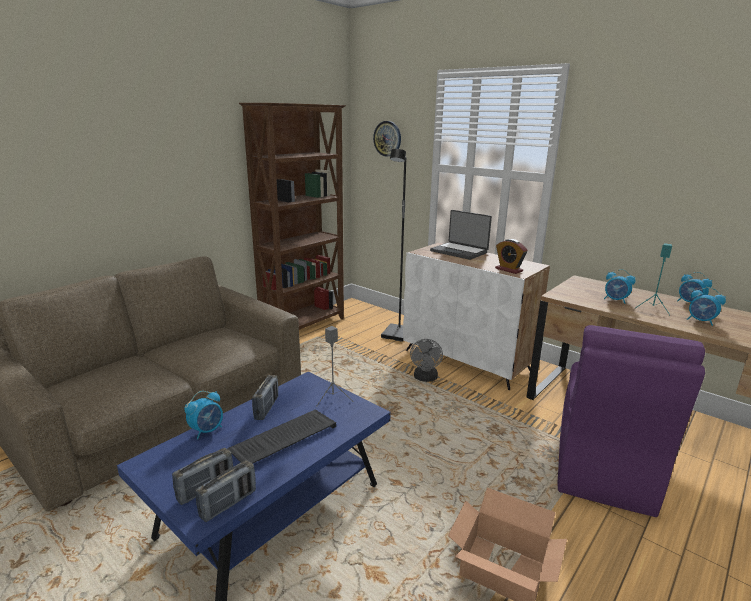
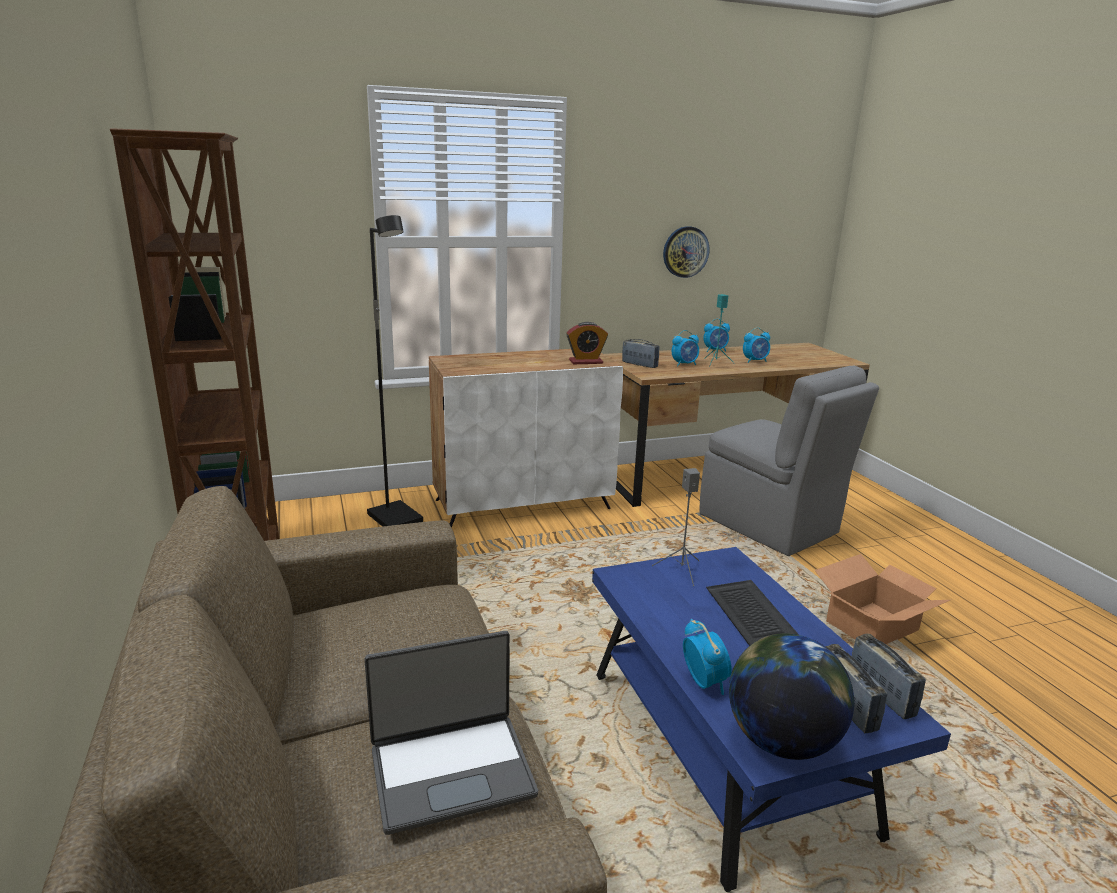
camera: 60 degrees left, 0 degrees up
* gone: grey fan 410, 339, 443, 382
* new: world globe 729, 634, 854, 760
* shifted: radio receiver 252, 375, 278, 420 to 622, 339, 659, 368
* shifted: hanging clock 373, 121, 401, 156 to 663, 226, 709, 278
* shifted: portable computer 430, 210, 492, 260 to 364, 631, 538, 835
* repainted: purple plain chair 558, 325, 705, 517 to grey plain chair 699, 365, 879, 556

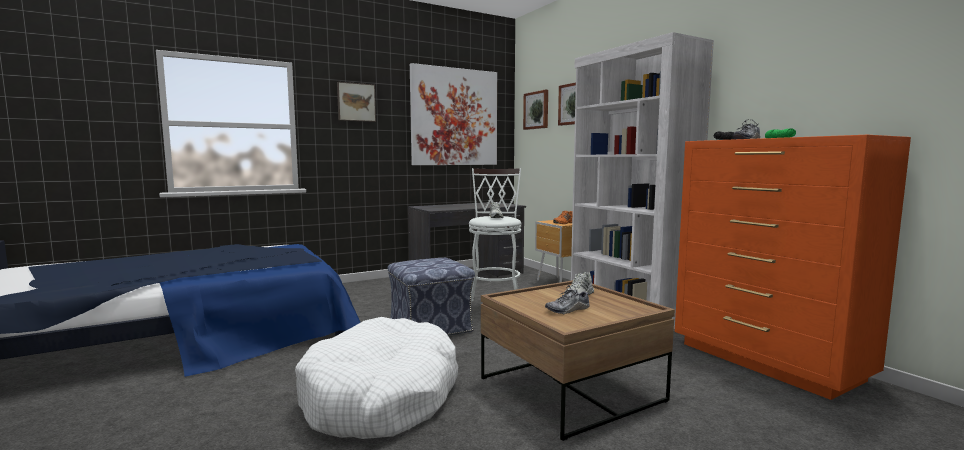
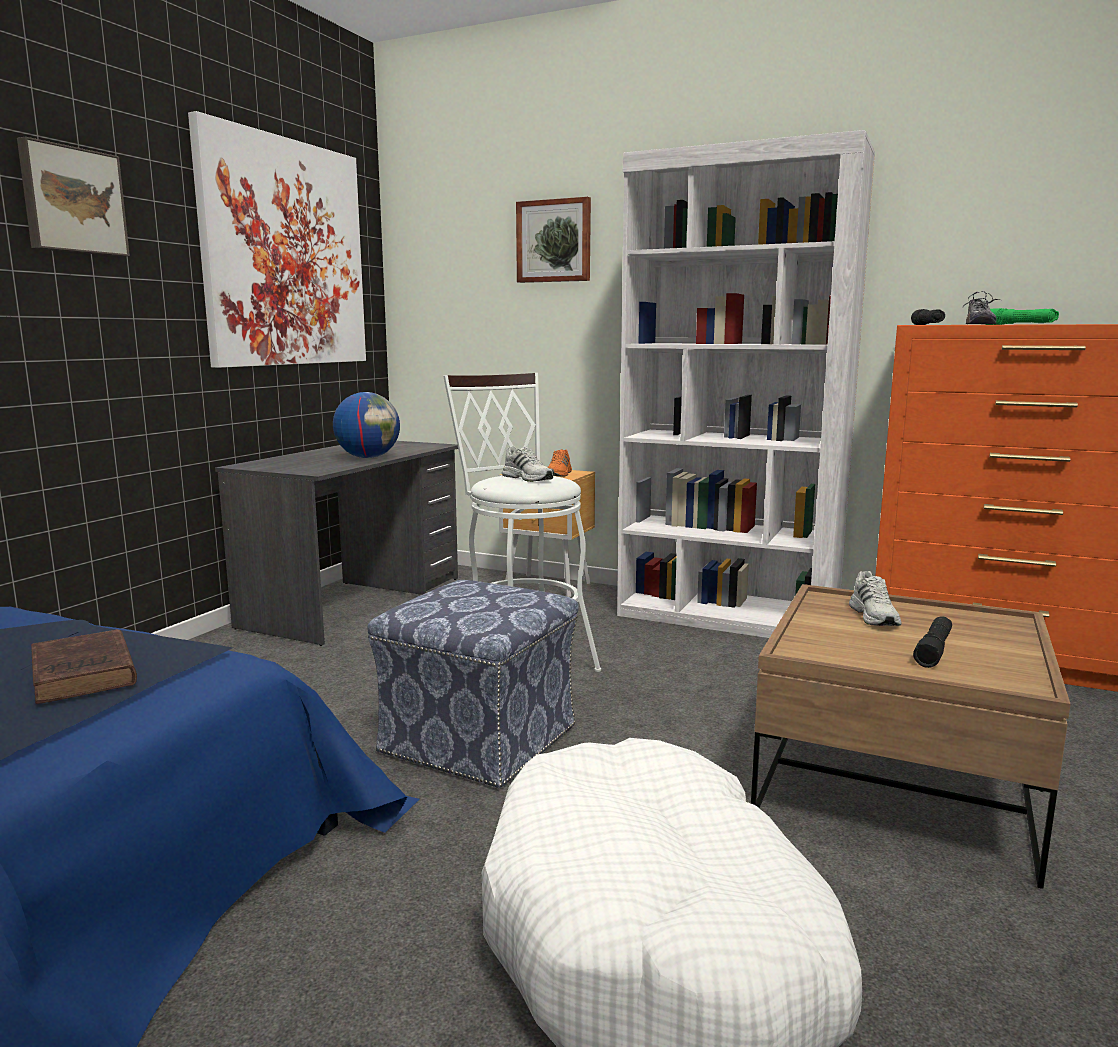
camera: 35 degrees left, 5 degrees up
* gone: wall picture 523, 89, 548, 130
* new: brown bound book 31, 629, 137, 704
* new: world globe 333, 392, 400, 458
* swapped: shoe 545, 285, 590, 315 to blackish torch 913, 616, 952, 668

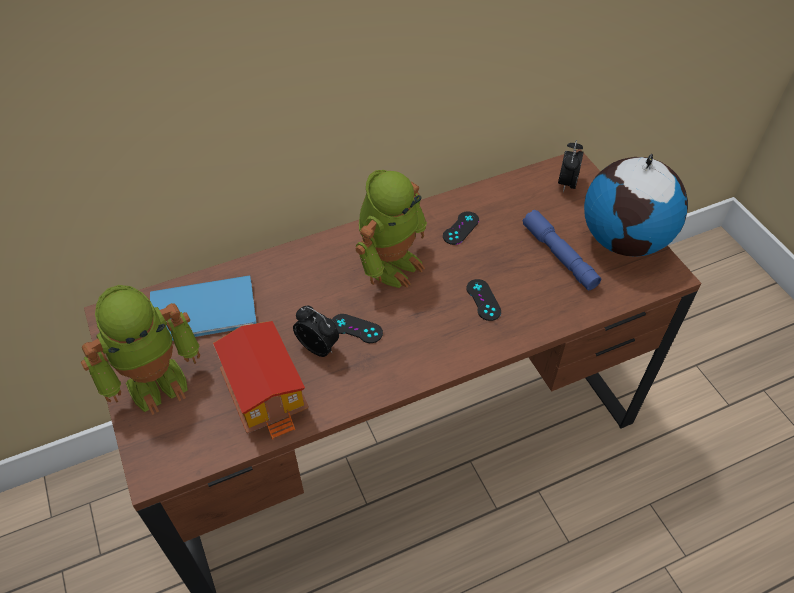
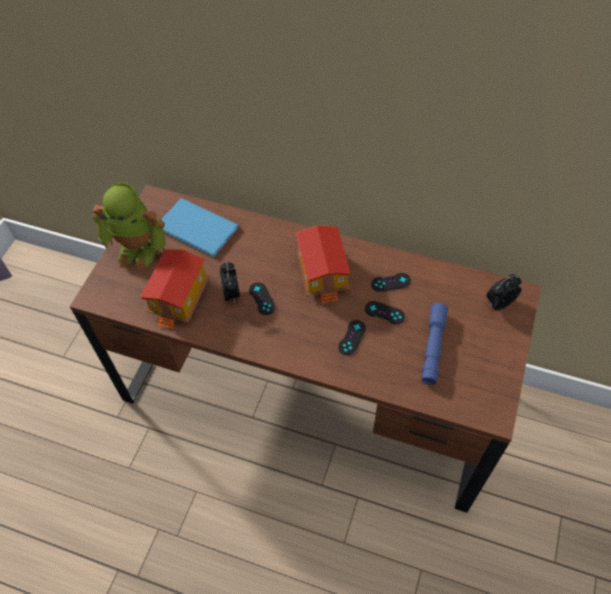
camera: 45 degrees right, 5 degrees up
* gone: world globe 584, 154, 688, 257
* new: blackish gamepad 365, 301, 405, 324
* swapped: robot figure 356, 170, 427, 288 to toy house 296, 225, 351, 304

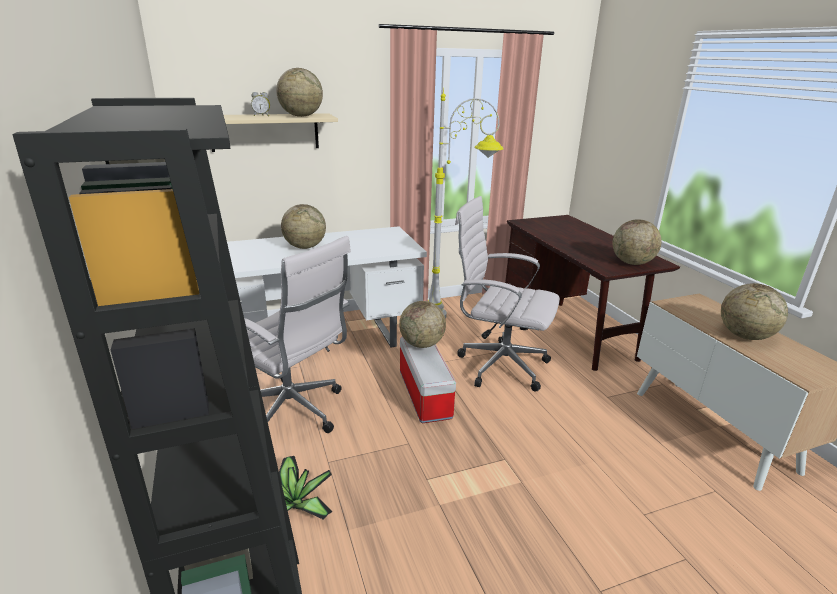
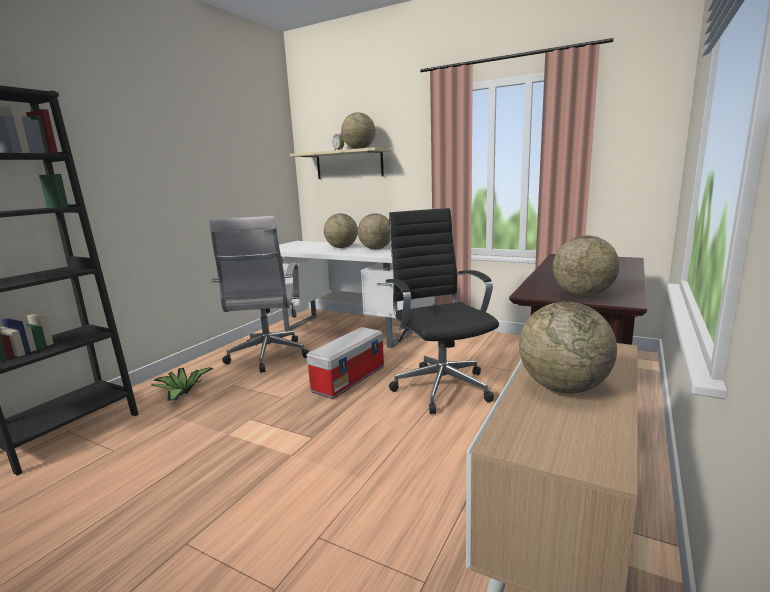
camera: 50 degrees right, 10 degrees down
* gone: grey standing lamp 428, 88, 504, 318
* shifted: world globe 399, 301, 446, 348 to 358, 213, 390, 249
* repainted: white-coloured office chair 455, 196, 560, 392 to blackish office chair 386, 208, 499, 414

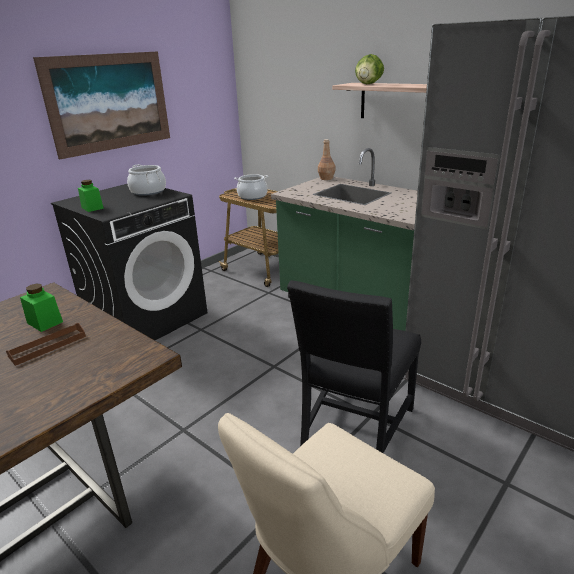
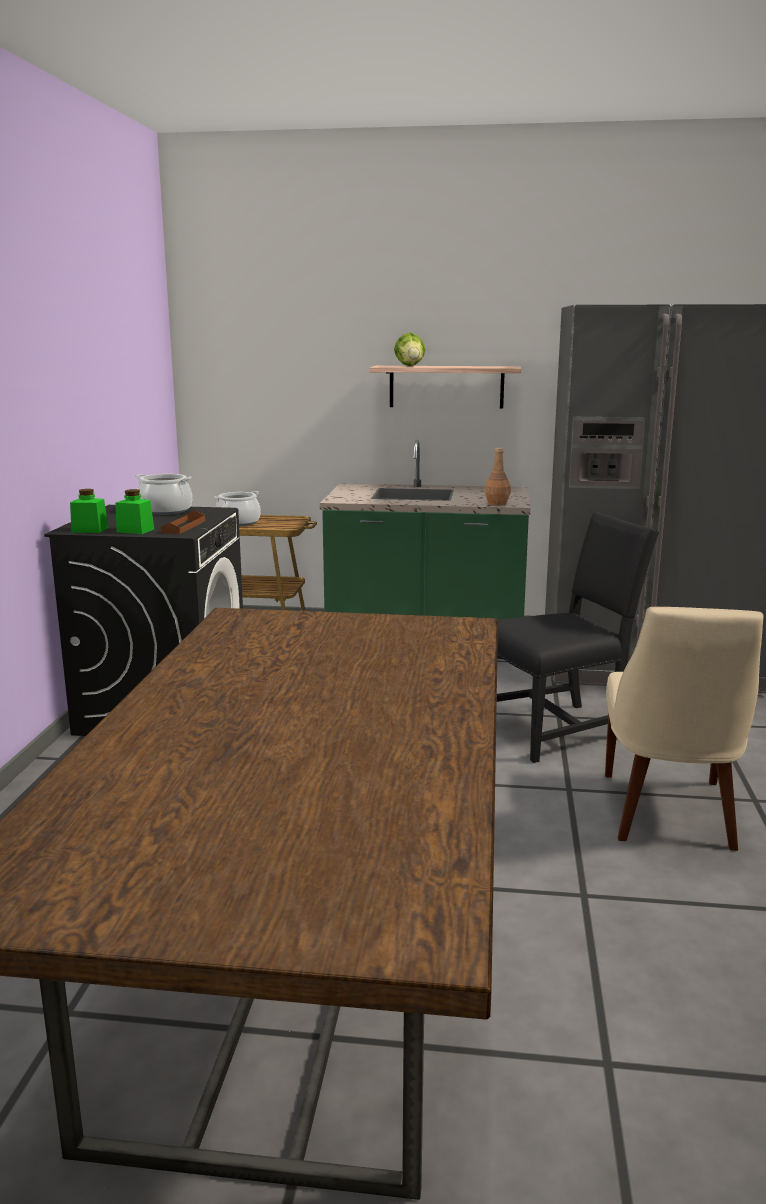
camera: 35 degrees left, 10 degrees down
* gone: wall picture 33, 51, 170, 159
* shifted: brown tray 6, 323, 86, 366 to 161, 510, 205, 534
* shifted: greenish storage jar 20, 284, 63, 332 to 70, 489, 108, 533
* shifted: brown beverage bottle 318, 139, 336, 180 to 484, 448, 511, 506
* rotated: blackish plain chair 287, 280, 421, 453 = 497, 511, 659, 763 105 degrees counterclockwise

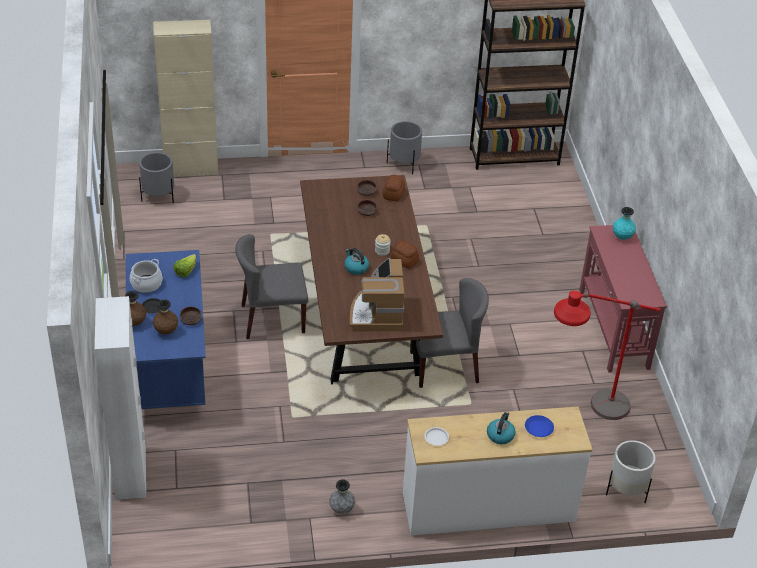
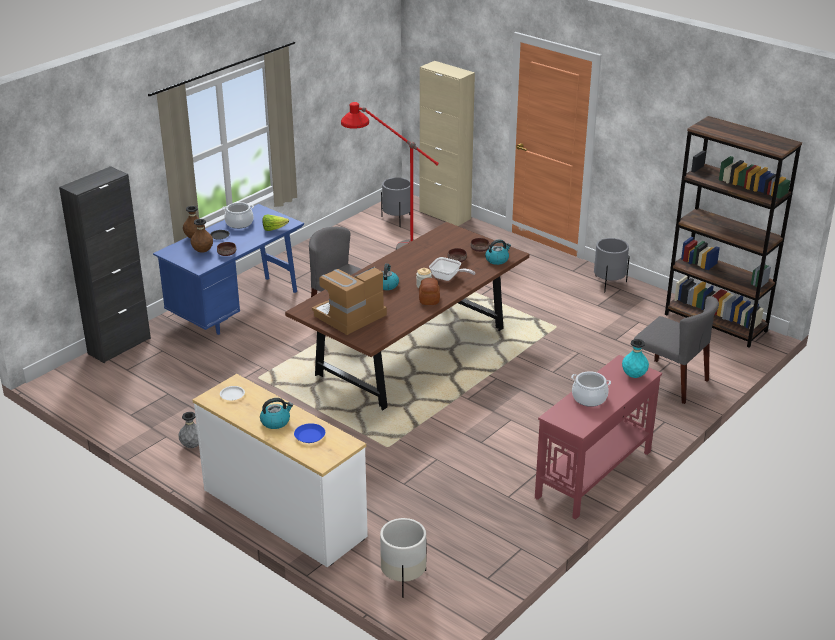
camera: 50 degrees right, 10 degrees down
* new: frying pan 429, 257, 475, 281
* new: stockpot 571, 371, 611, 407
* shifted: grey plain chair 410, 278, 489, 388 to 634, 296, 719, 404
* shifted: red-coloured standing lamp 554, 290, 660, 420 to 341, 102, 439, 250
* swapped: baked bread 383, 175, 405, 201 to kettle 485, 239, 511, 265
* repainted: white-coloured cabinet 95, 296, 146, 500 to blackish cabinet 59, 166, 151, 363

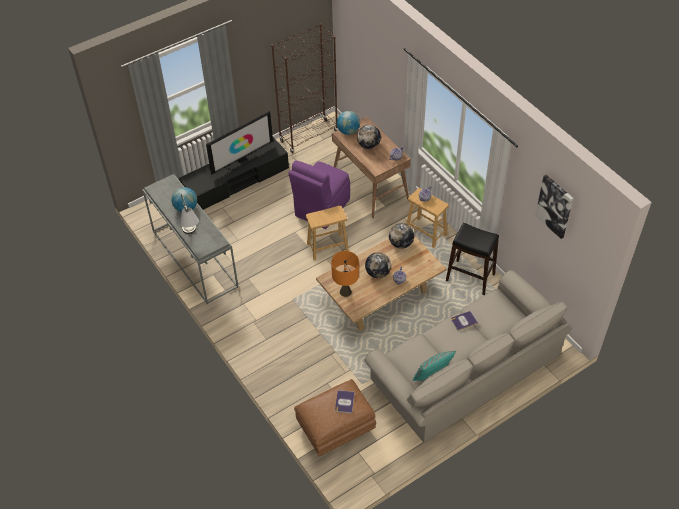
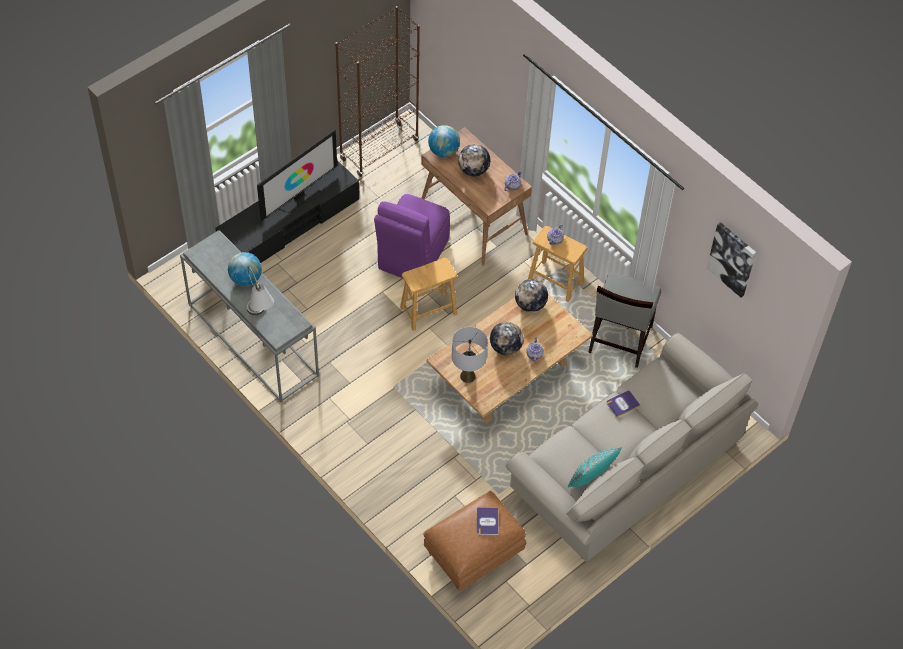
camera: 10 degrees left, 5 degrees up
* swapped: blackish stool seat 446, 223, 499, 295 to grey plain chair 588, 272, 661, 368
* repainted: orange tabletop lamp 331, 251, 359, 297 to grey tabletop lamp 452, 327, 488, 383

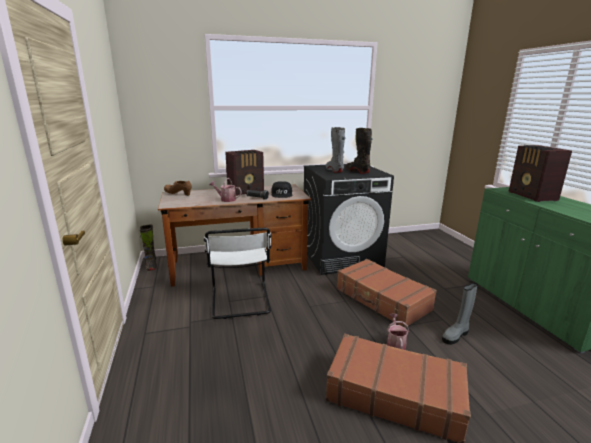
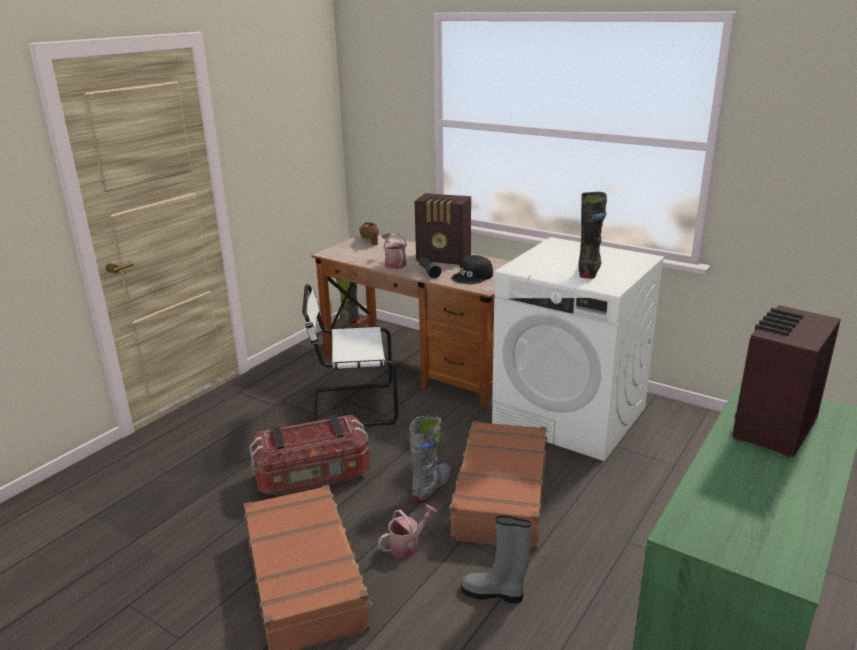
camera: 50 degrees right, 5 degrees up
* new: storage bin 249, 415, 370, 495
* shifted: grey tall boot 326, 127, 346, 173 to 409, 416, 451, 503
* repainted: blackish washing machine 304, 164, 394, 275 to white-coloured washing machine 492, 237, 665, 461
* rotated: white-coloured plain chair 204, 228, 272, 319 = 302, 284, 398, 426 45 degrees clockwise

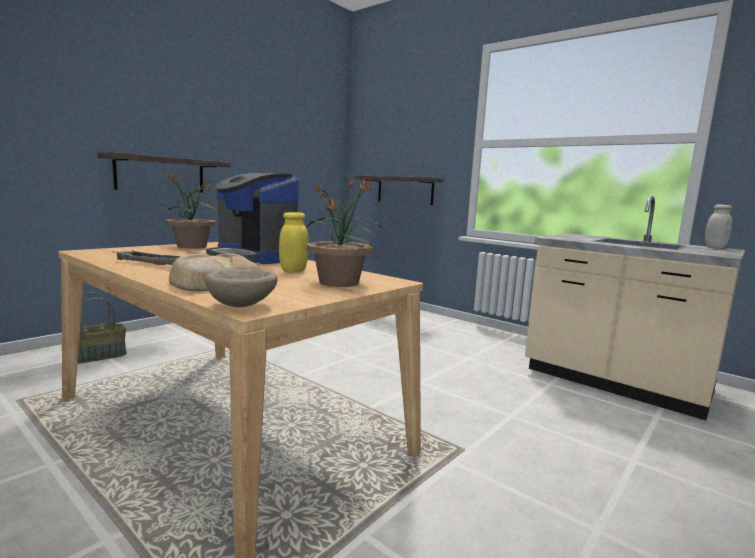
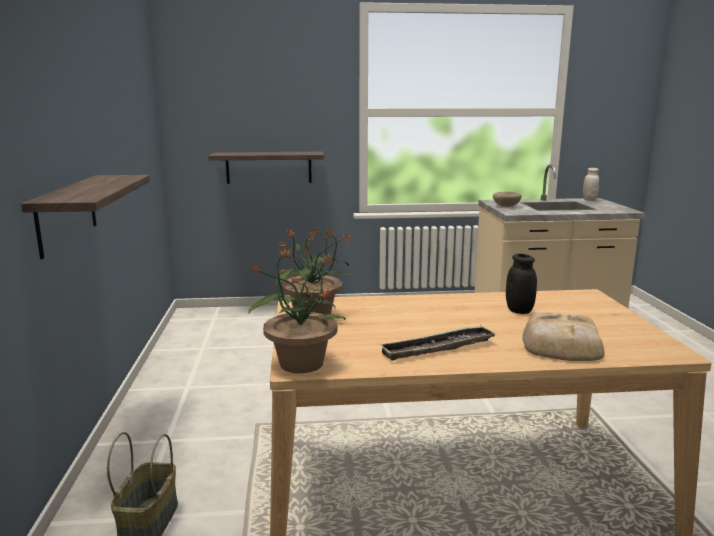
camera: 45 degrees left, 5 degrees up
* gone: coffee machine 206, 173, 299, 264
* shifted: beige-coloured deep dish 205, 269, 278, 307 to 493, 191, 522, 207
* shifted: plant in a pot 307, 179, 382, 287 to 248, 246, 346, 373
* repainted: yellow storage jar 279, 212, 309, 273 to blackish storage jar 506, 254, 537, 314

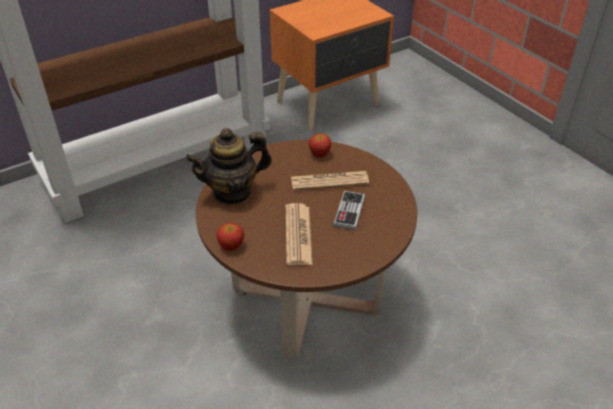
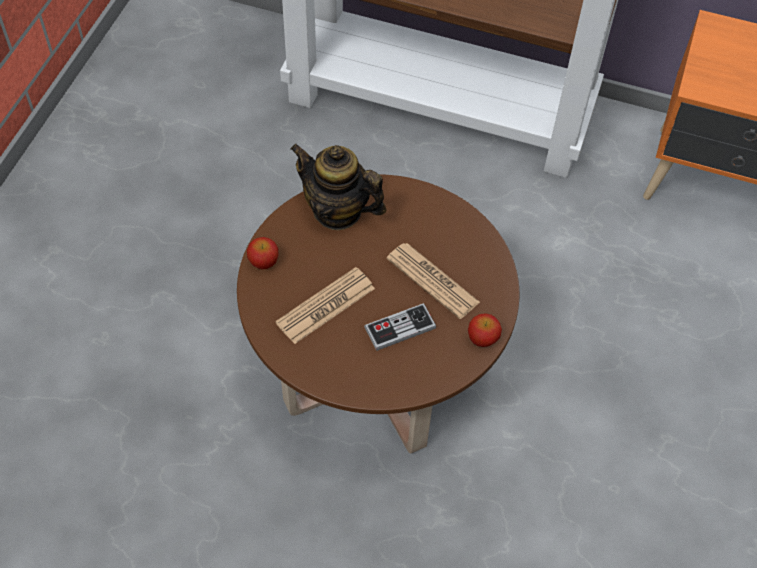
camera: 50 degrees right, 15 degrees up
* shifted: whole apple 309, 134, 332, 158 to 468, 313, 502, 347

